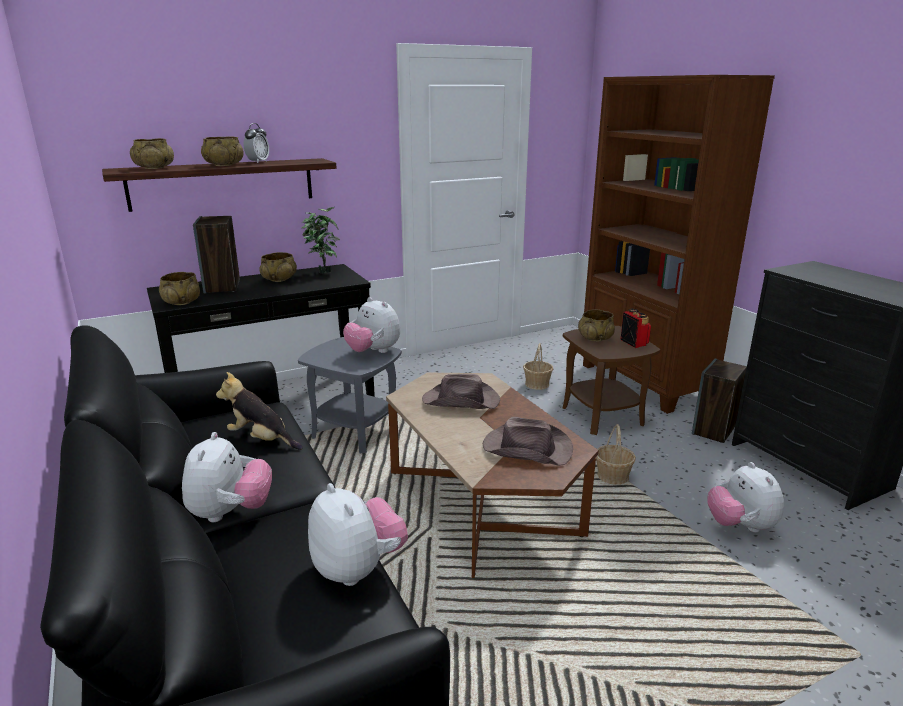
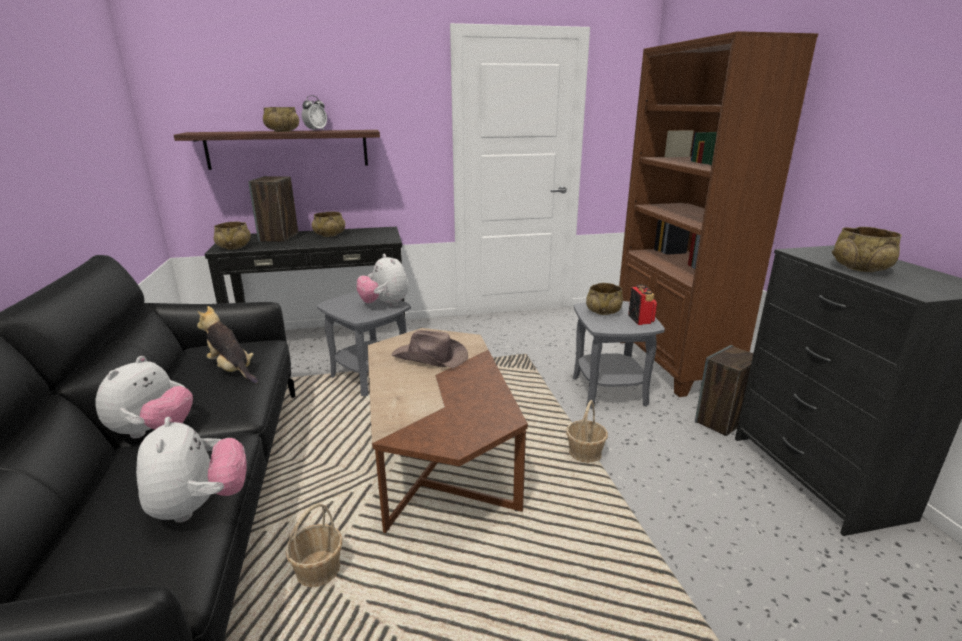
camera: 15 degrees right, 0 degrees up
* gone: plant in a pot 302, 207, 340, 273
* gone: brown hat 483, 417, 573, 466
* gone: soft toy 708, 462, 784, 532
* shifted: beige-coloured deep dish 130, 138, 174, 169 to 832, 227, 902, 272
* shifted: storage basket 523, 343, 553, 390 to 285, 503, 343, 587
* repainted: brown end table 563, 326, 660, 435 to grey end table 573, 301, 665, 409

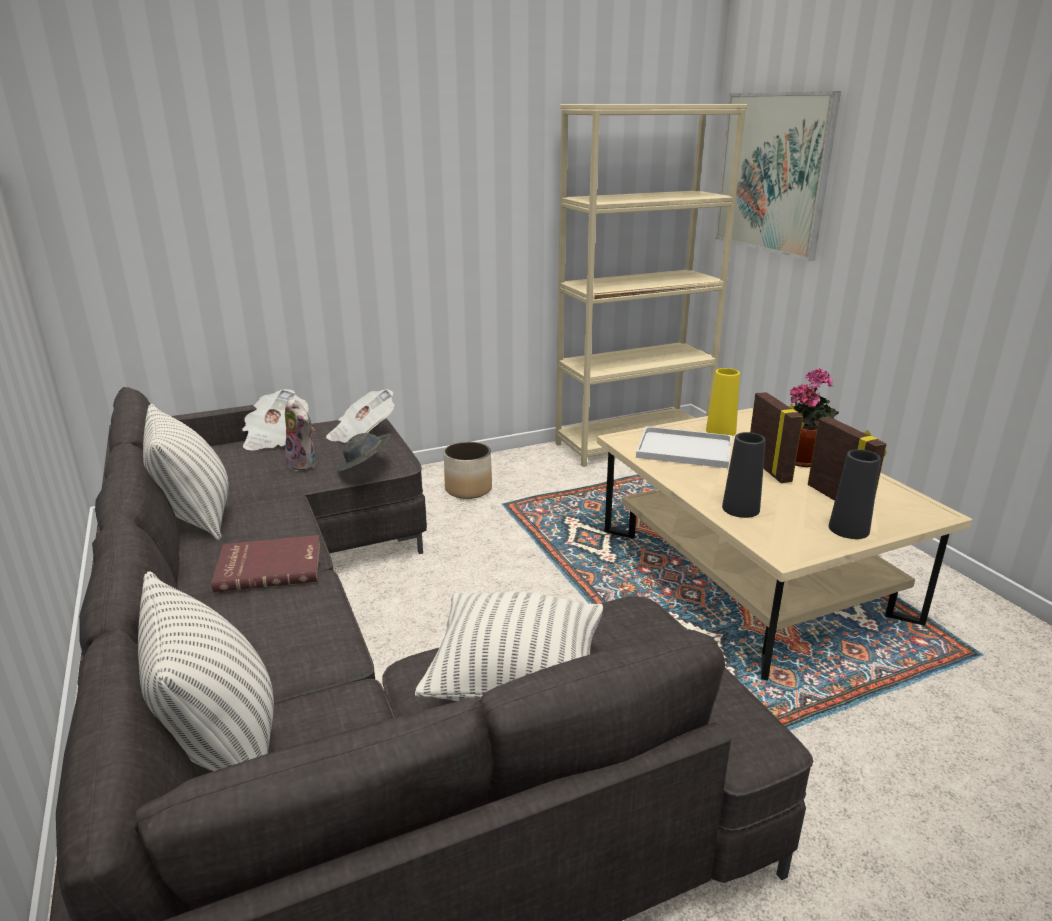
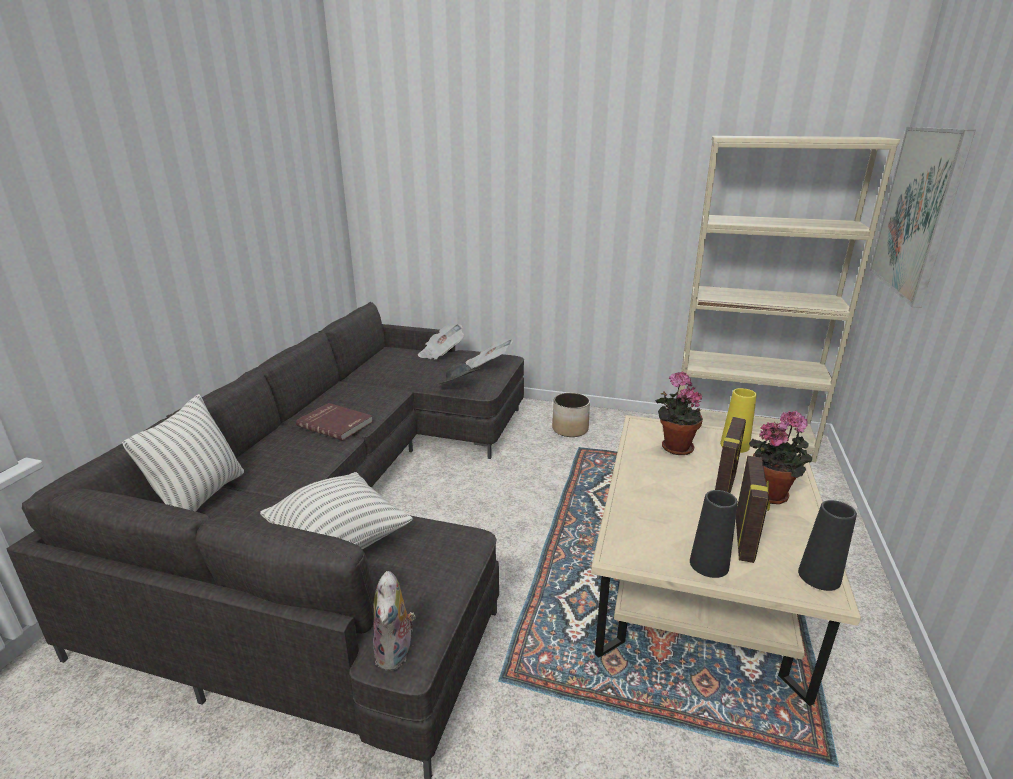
camera: 40 degrees right, 0 degrees up
* gone: throw pillow 143, 404, 229, 540
* shifted: soft toy 285, 397, 315, 471 to 373, 571, 416, 671
* shifted: blackish vase 722, 432, 766, 518 to 798, 500, 857, 591
* swapped: white-coloured tray 636, 426, 732, 468 to plant in a pot 655, 372, 703, 455

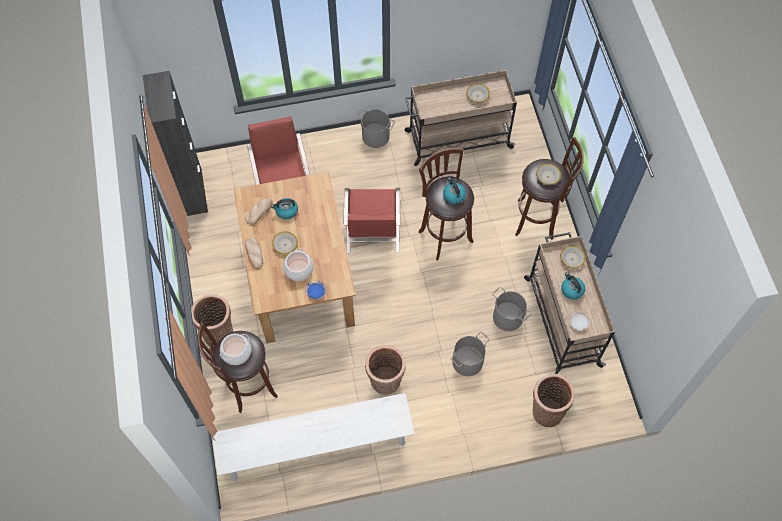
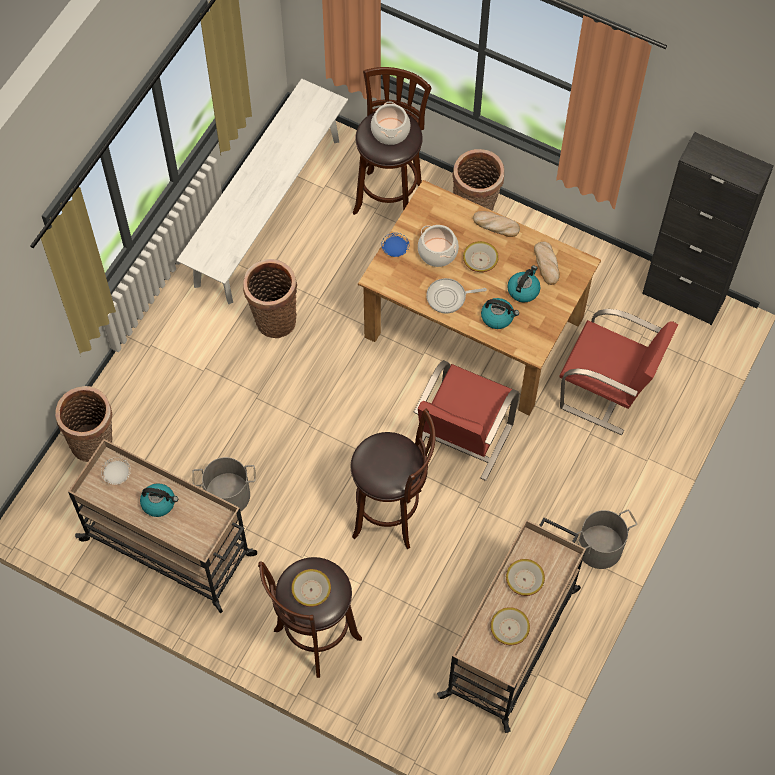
camera: 130 degrees right, 0 degrees up
* gone: grey pail 450, 332, 490, 376
* new: frying pan 426, 278, 487, 314
* shifted: kettle 443, 177, 466, 204 to 481, 298, 519, 329
* shifted: deep dish 560, 246, 586, 269 to 506, 559, 545, 596
* rotated: red-coloured plain chair 344, 188, 400, 253 = 414, 360, 519, 481 105 degrees counterclockwise

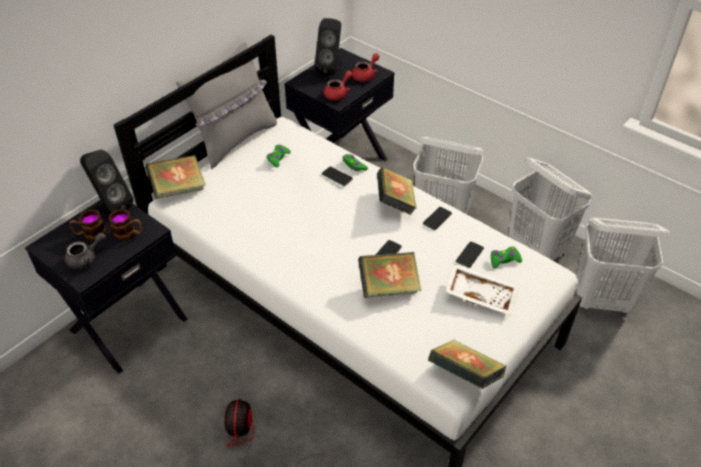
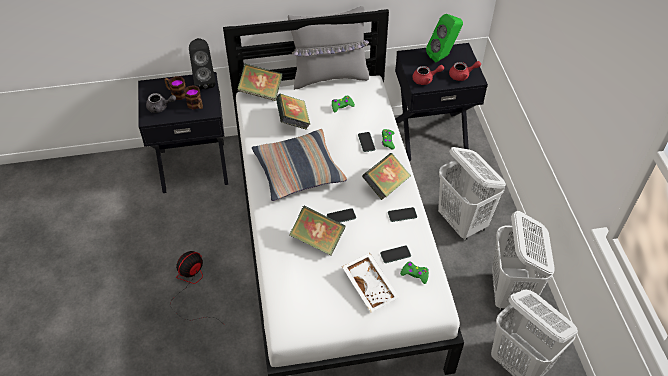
camera: 40 degrees right, 5 degrees up
* new: throw pillow 252, 129, 347, 201
* shifted: bound book 428, 340, 507, 389 to 276, 94, 310, 130
* repainted: blackish speaker 315, 18, 341, 75 to greenish speaker 426, 14, 463, 62

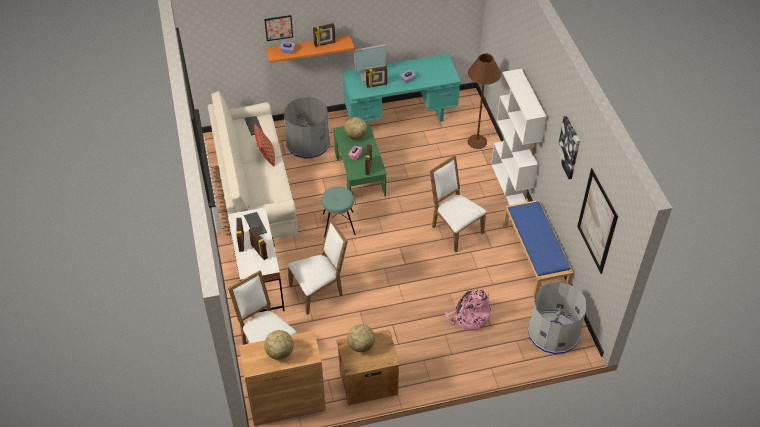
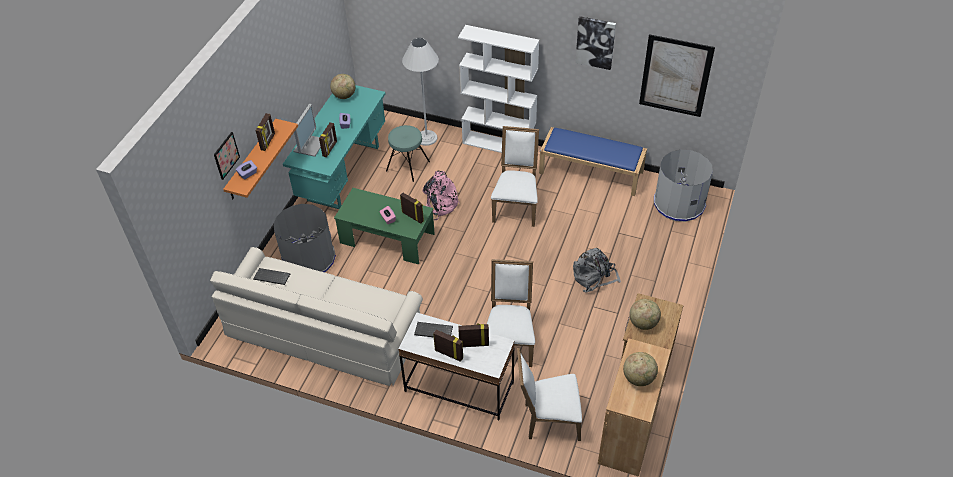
camera: 55 degrees left, 0 degrees up
* gone: throw pillow 254, 124, 275, 167
* new: grey rucksack 573, 248, 621, 292
* shifted: turquoise-coloured stool seat 322, 187, 356, 237 to 386, 125, 430, 182
* shifted: world globe 344, 117, 367, 140 to 330, 74, 356, 99
* shifted: pinkish rucksack 445, 289, 491, 331 to 423, 171, 460, 220
* repainted: brown standing lamp 467, 54, 501, 149 to white-coloured standing lamp 402, 38, 439, 146
* rotated: white-coloured plain chair 430, 155, 486, 252 = 491, 126, 539, 227 105 degrees clockwise

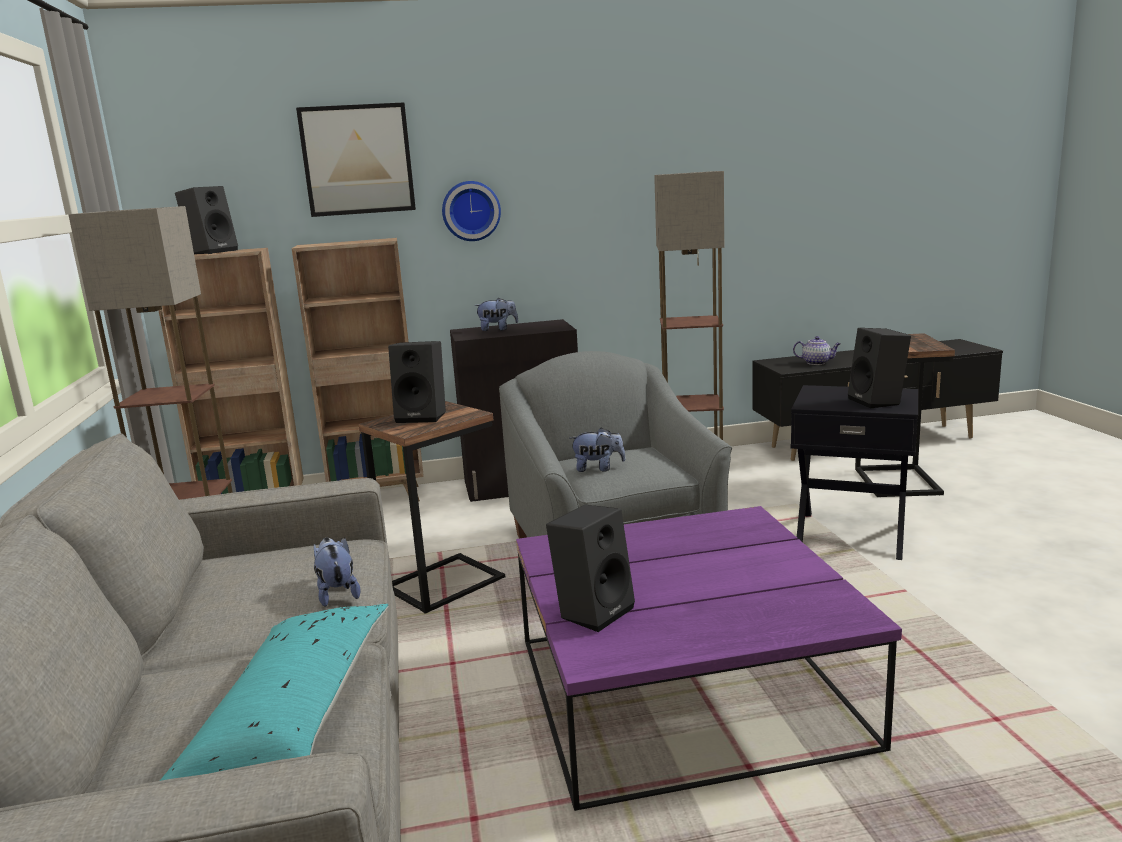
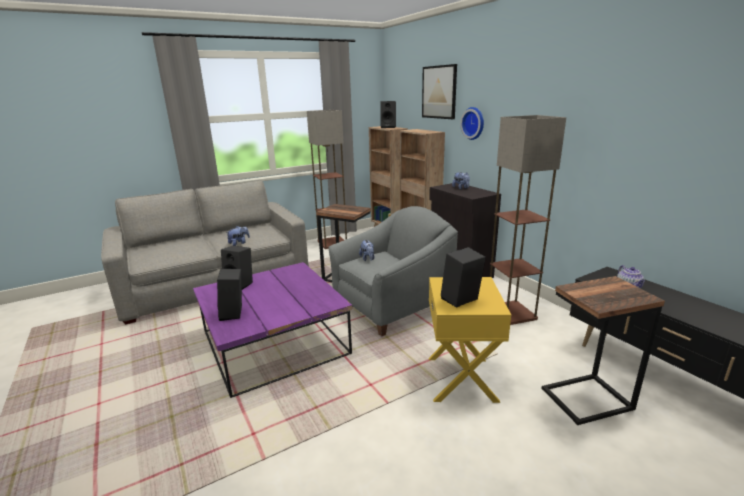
camera: 70 degrees right, 5 degrees up
* gone: turquoise-coloured throw pillow 160, 604, 389, 781
* shifted: blackish speaker 388, 341, 446, 423 to 217, 269, 242, 321
* repainted: blackish end table 791, 385, 918, 560 to yellow end table 429, 277, 511, 403

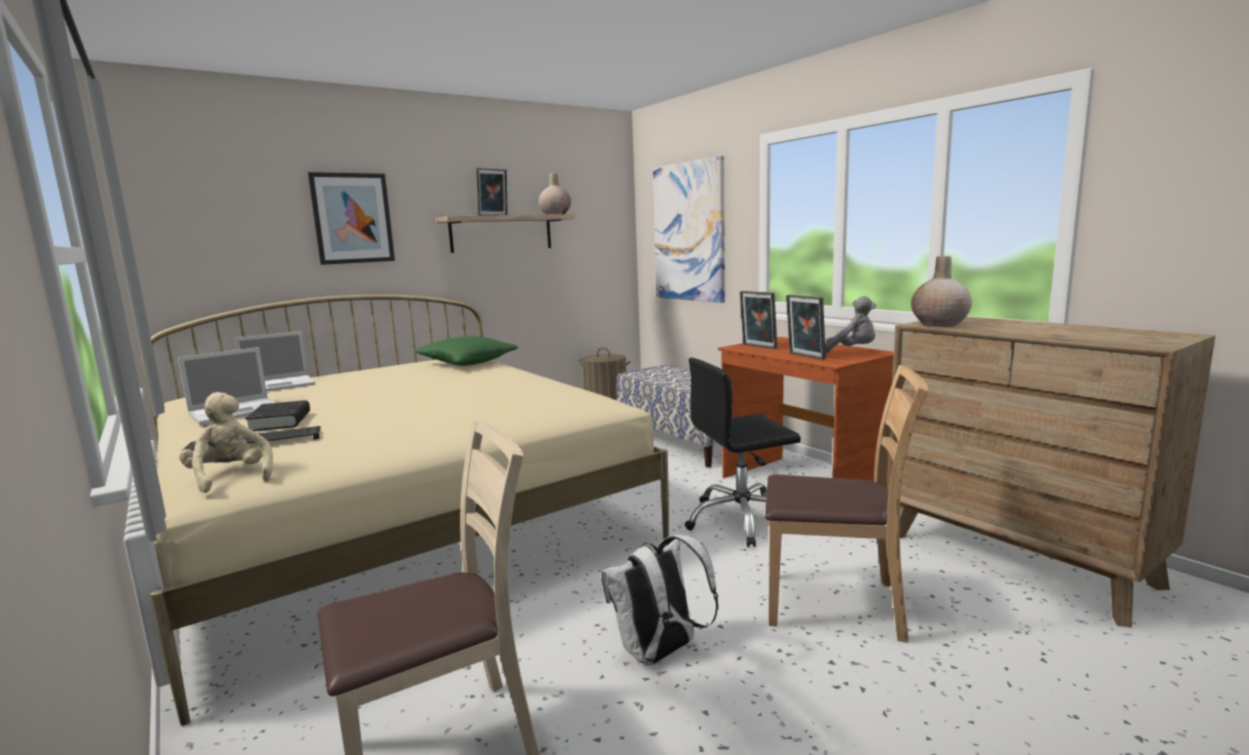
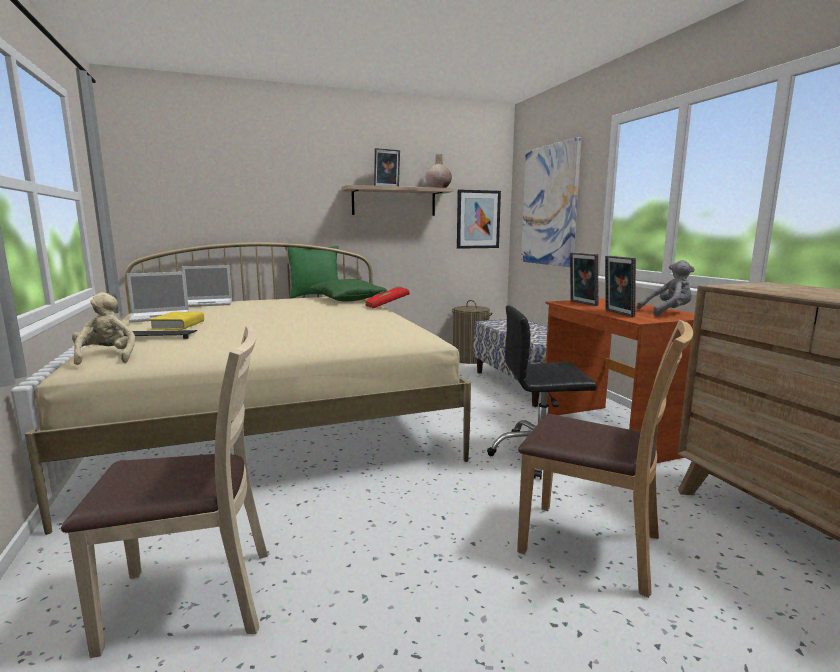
camera: 15 degrees right, 0 degrees up
* gone: white-coloured rucksack 601, 535, 718, 666
* gone: beige-coloured vase 911, 256, 972, 327
* new: greenish throw pillow 285, 246, 339, 299
* new: red-coloured bound book 364, 286, 410, 308
* shifted: wall picture 308, 172, 395, 265 to 457, 190, 501, 249
* repainted: blackish bound book 245, 400, 310, 431 to yellow bound book 149, 312, 204, 330
* rotated: grey soft toy 825, 296, 876, 353 = 637, 260, 695, 316 45 degrees counterclockwise

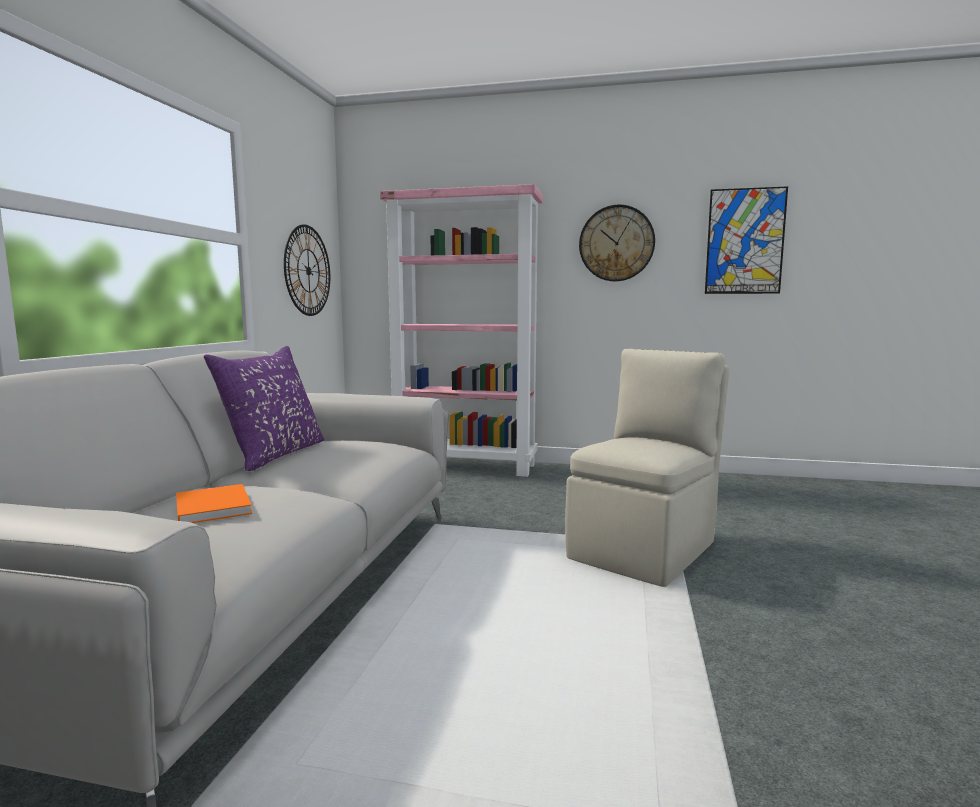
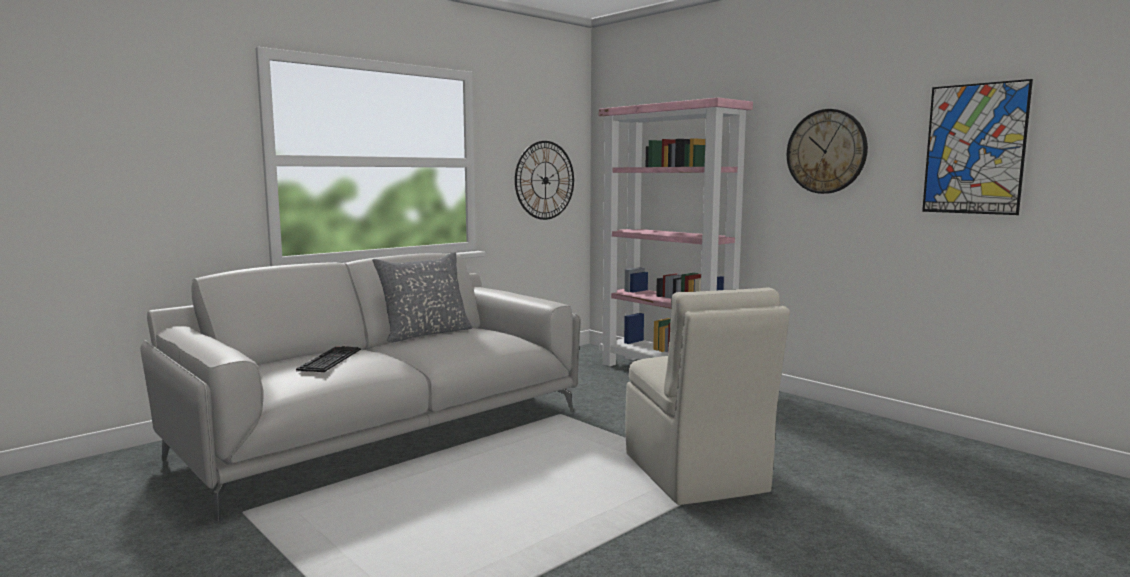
camera: 35 degrees right, 0 degrees up
* swapped: orange bound book 176, 484, 252, 523 to PC keyboard 296, 346, 361, 372
* repainted: purple throw pillow 204, 346, 324, 471 to grey throw pillow 372, 252, 472, 343
* rotated: beige-coloured plain chair 565, 348, 729, 587 = 625, 287, 790, 505 90 degrees clockwise

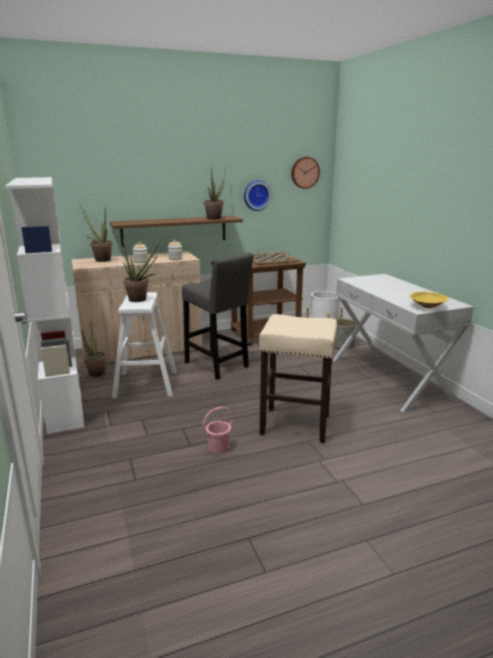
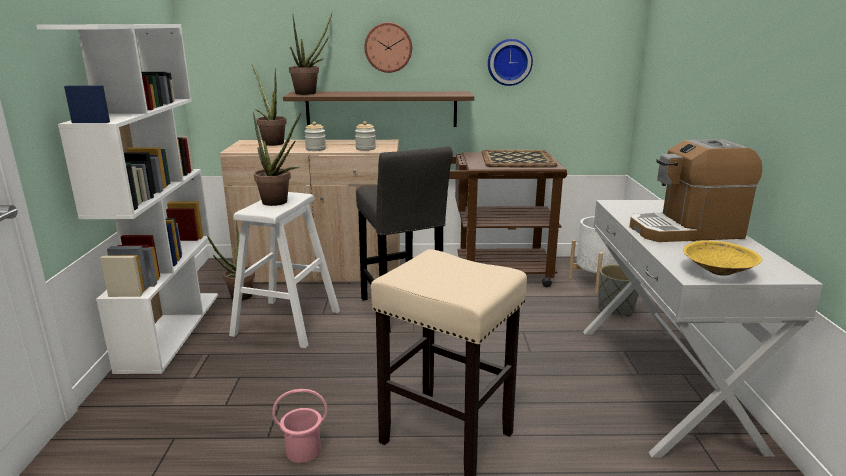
camera: 20 degrees right, 0 degrees up
* new: coffee machine 629, 139, 762, 242
* shifted: plant in a pot 204, 165, 226, 220 to 289, 13, 332, 95
* shifted: hanging clock 291, 157, 320, 189 to 365, 23, 412, 73

